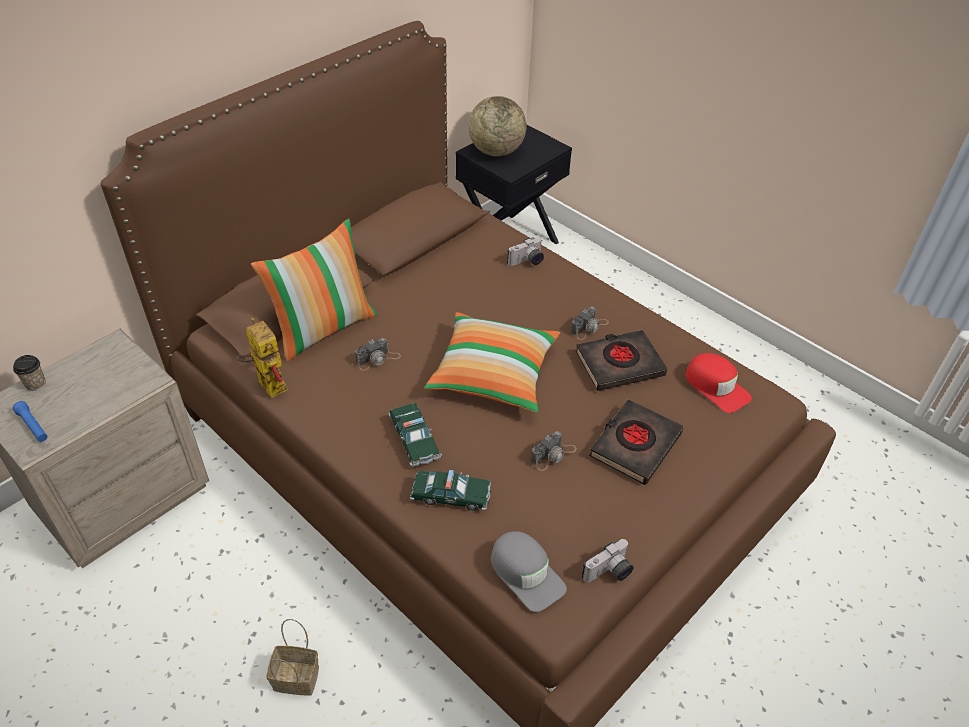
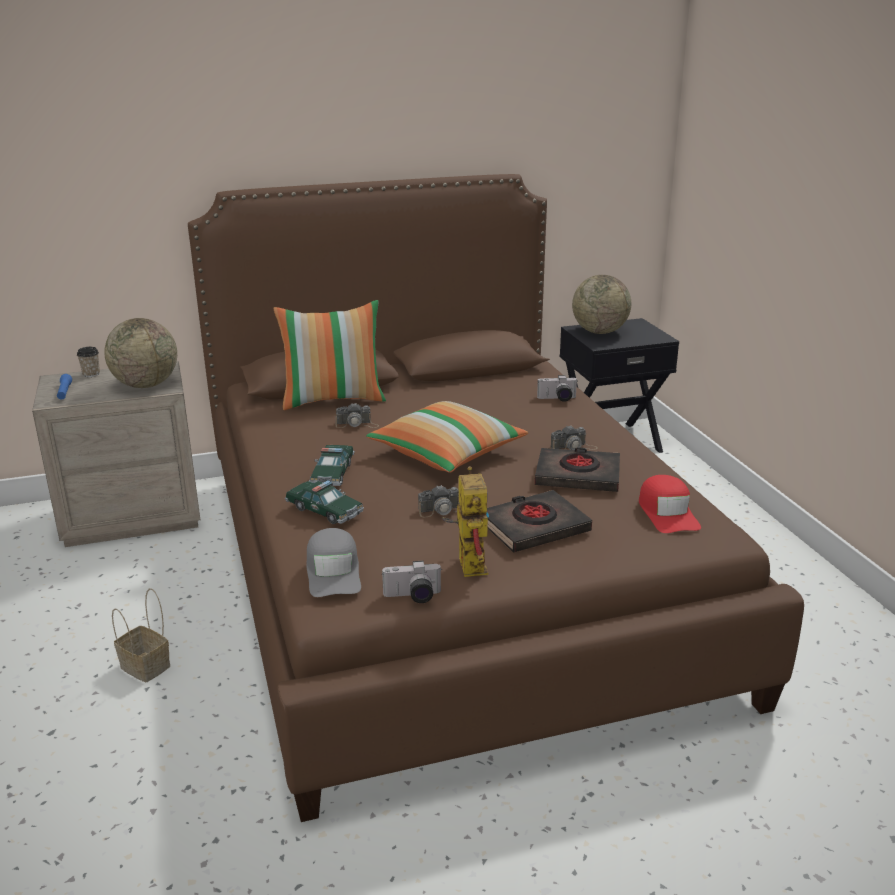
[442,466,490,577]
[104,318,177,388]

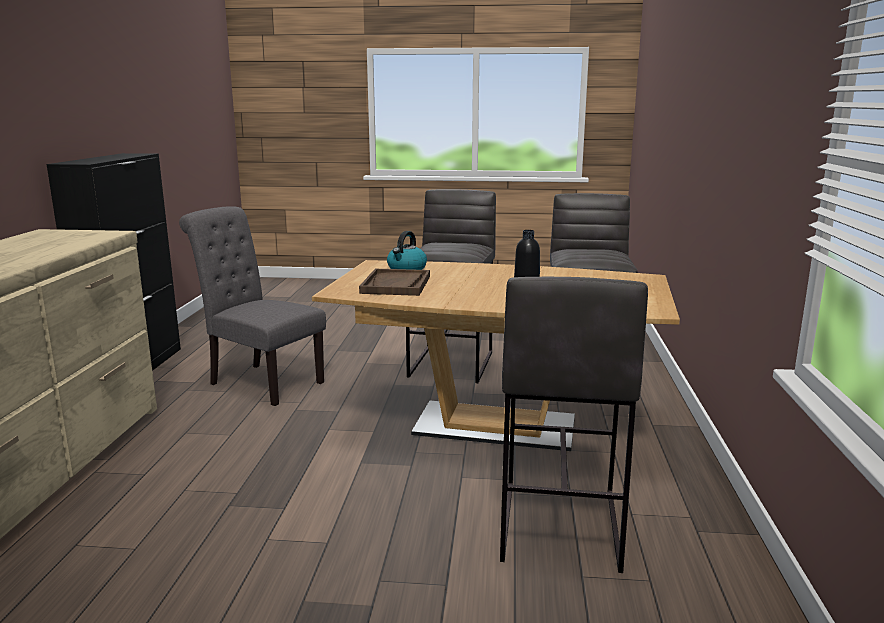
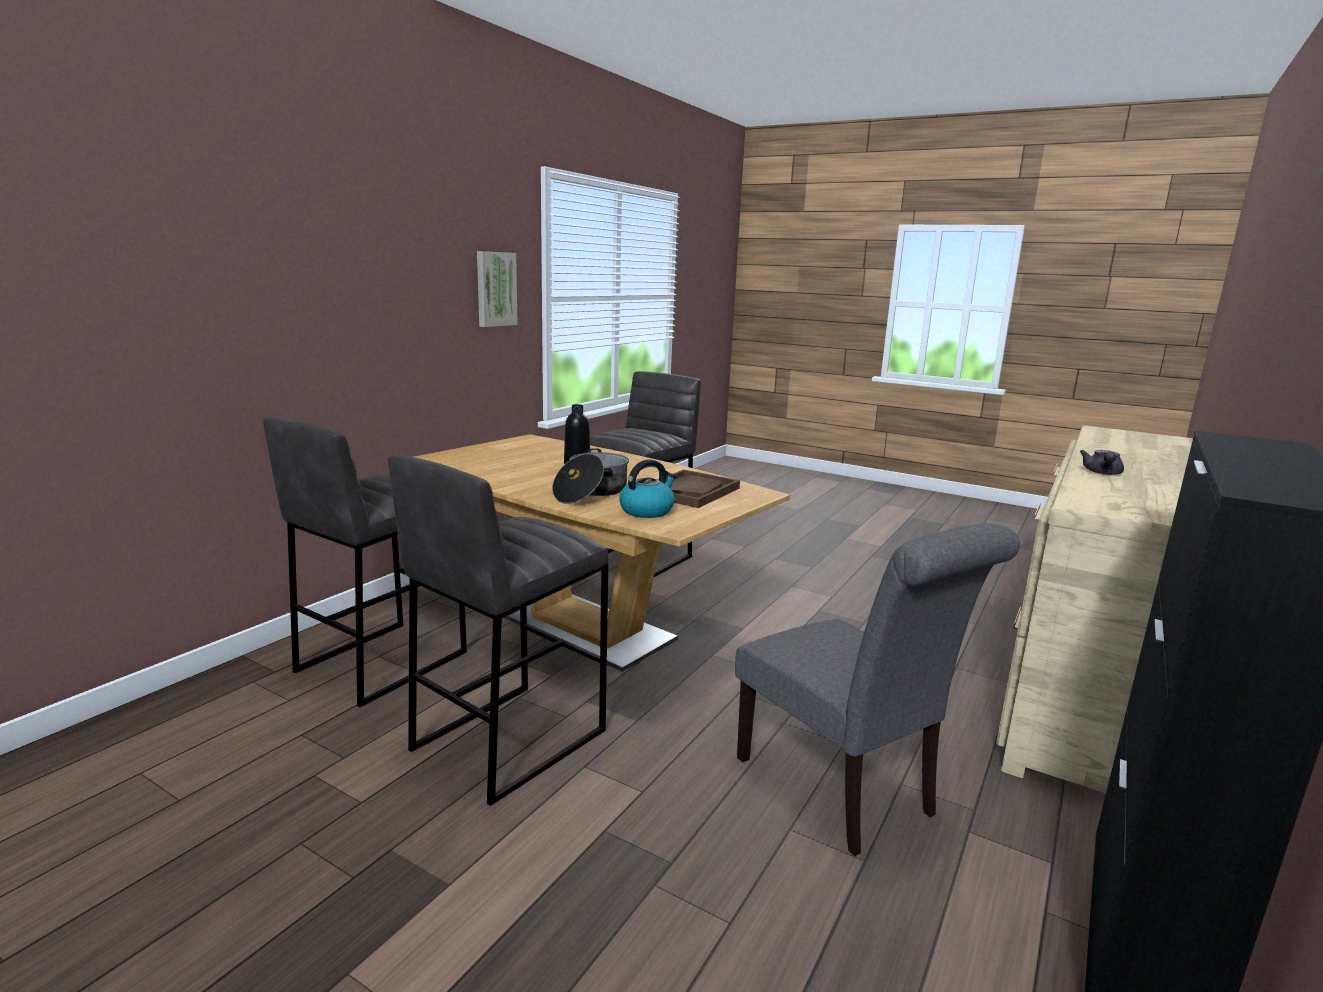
[477,251,517,327]
[552,448,629,504]
[1080,450,1124,475]

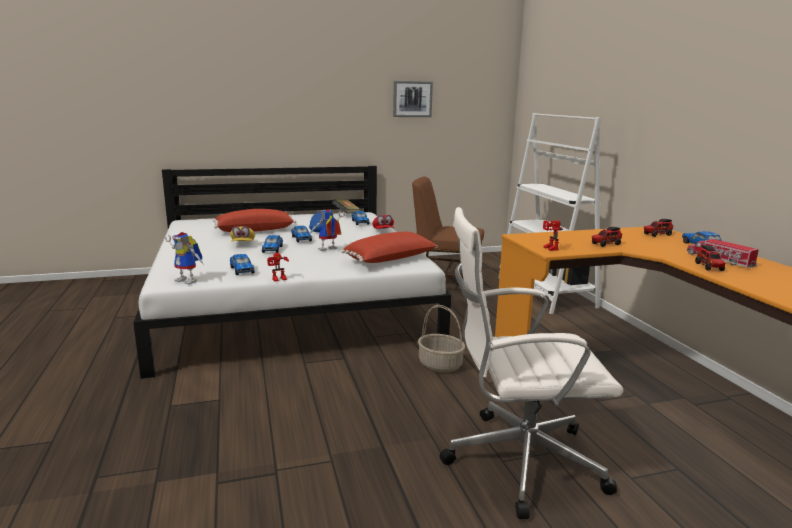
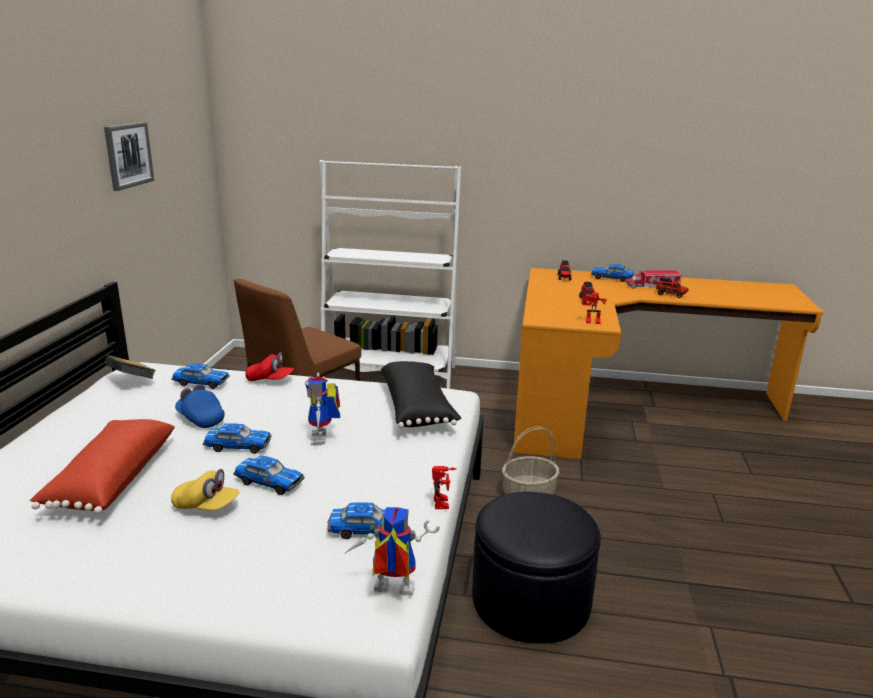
[439,207,624,519] (first image)
[344,507,440,596]
[381,361,461,428]
[472,492,601,643]

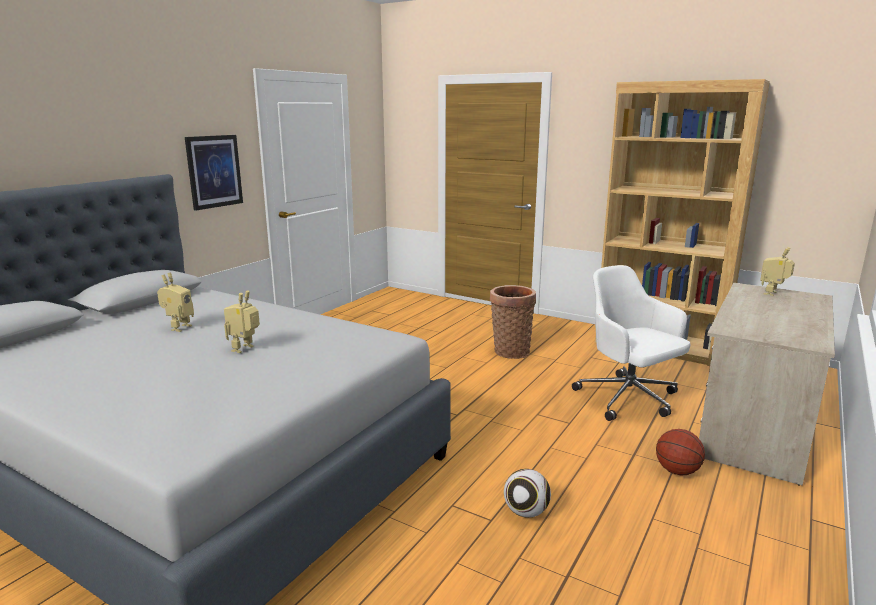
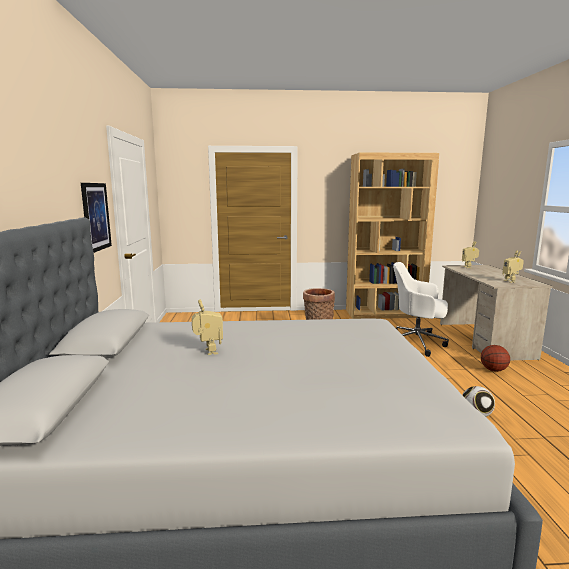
[502,250,524,283]

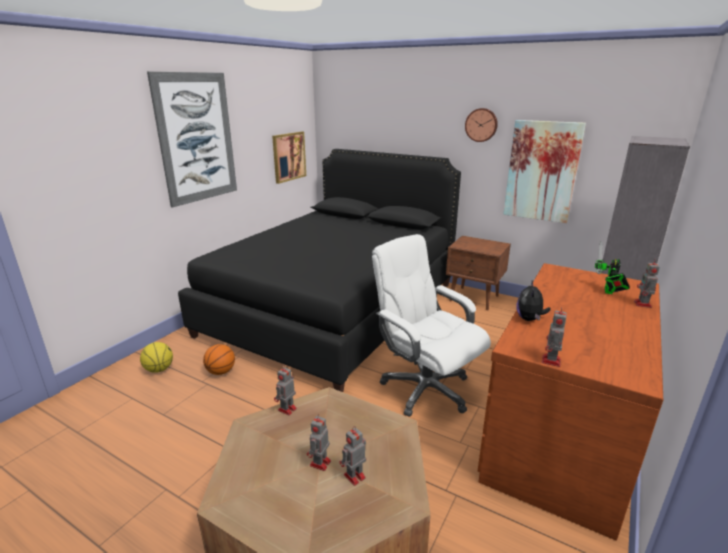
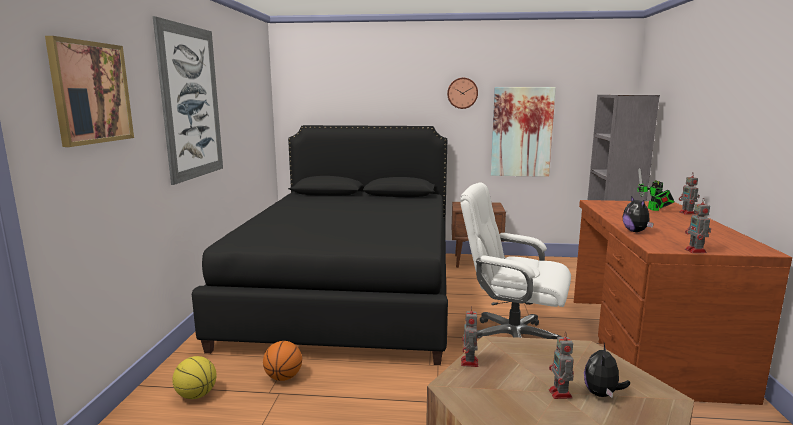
[45,36,134,147]
[584,343,630,398]

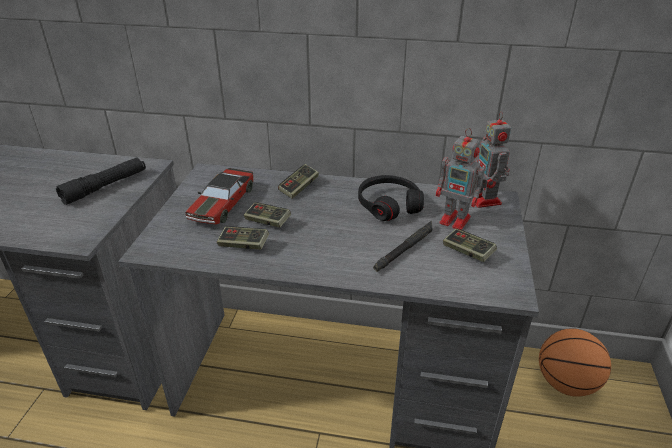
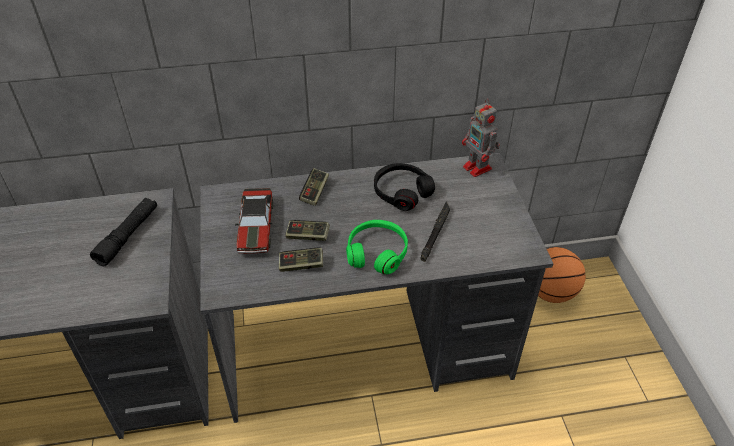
[436,128,488,230] (first image)
[443,229,497,262] (first image)
[346,220,408,274]

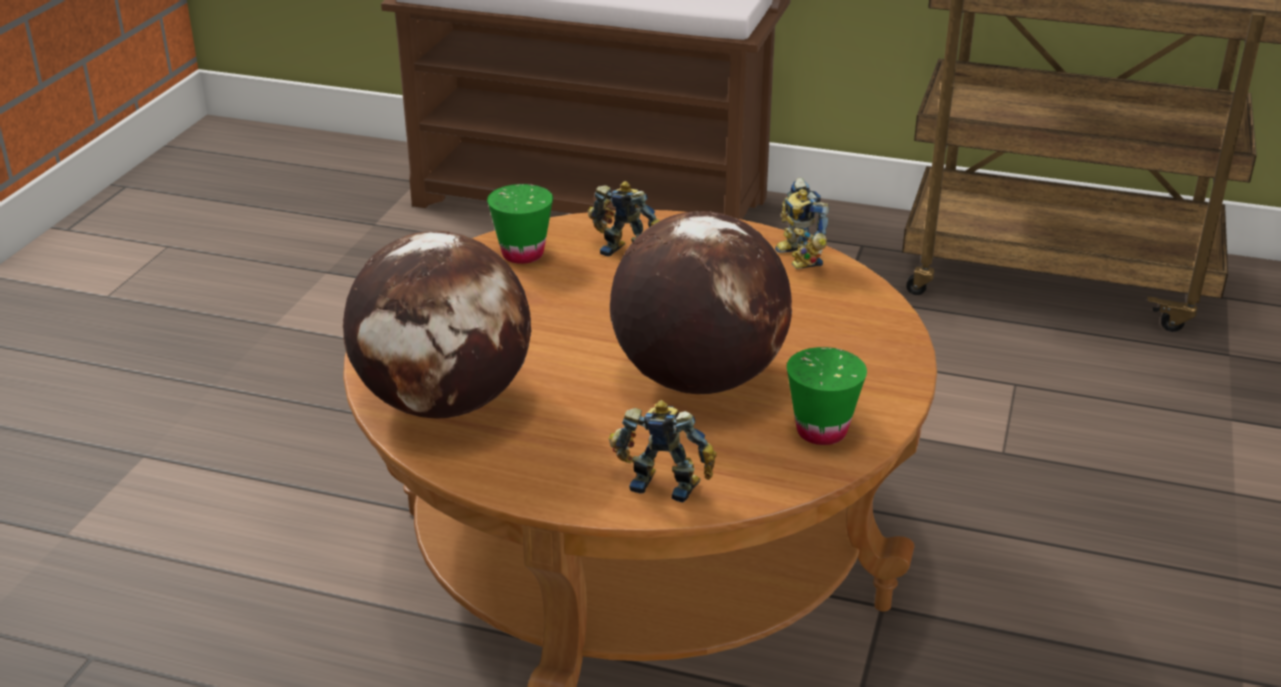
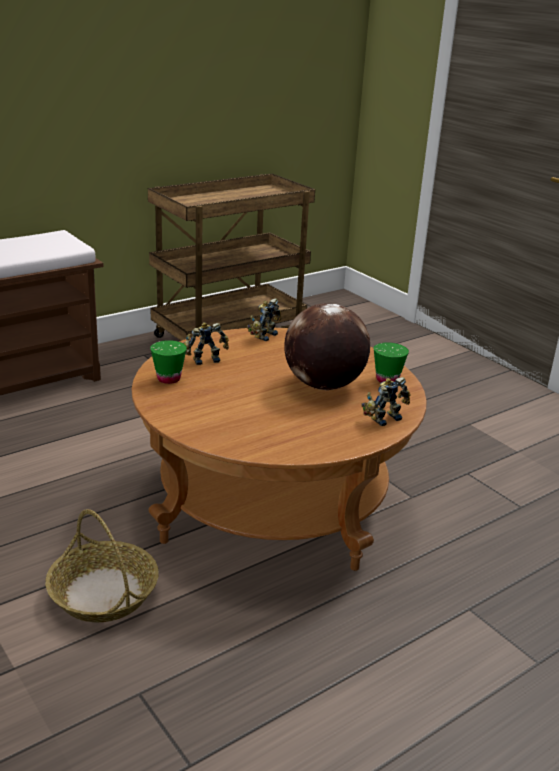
[247,298,281,341]
[343,231,532,418] (first image)
[45,509,159,622]

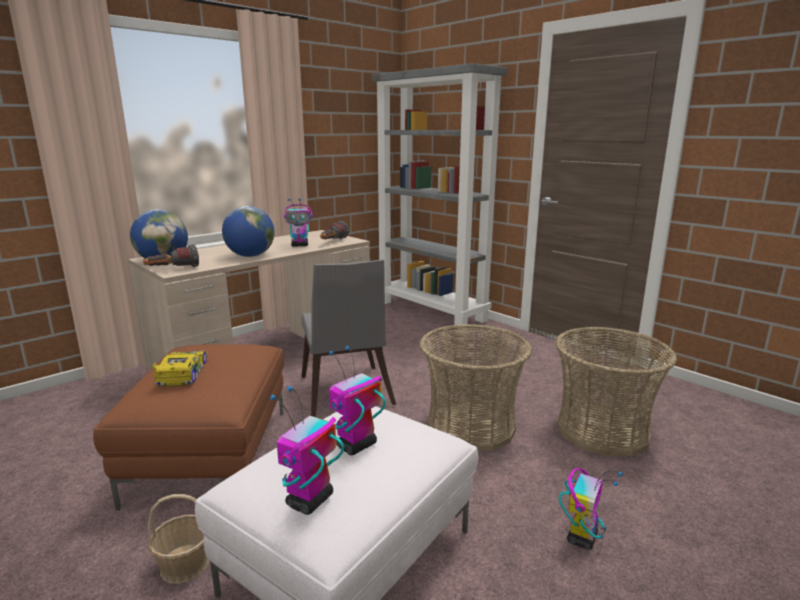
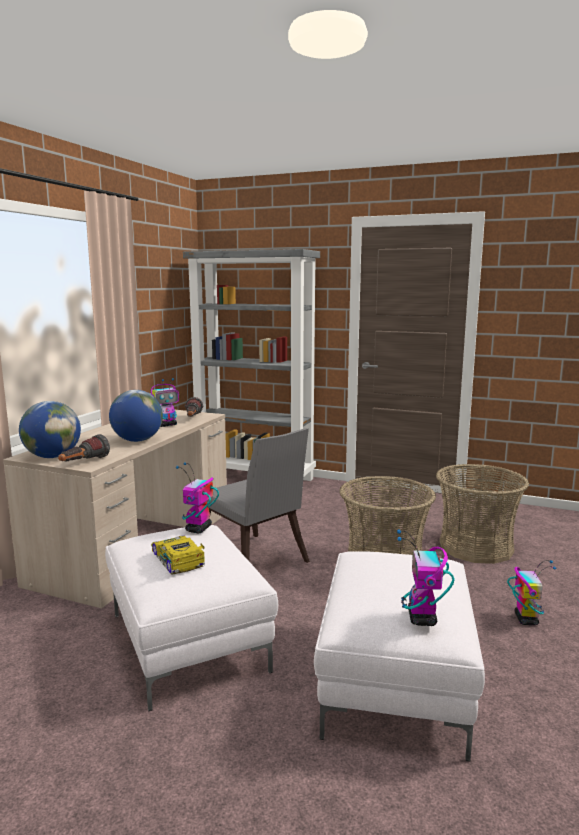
[105,525,278,711]
[176,462,219,534]
[148,494,209,584] (first image)

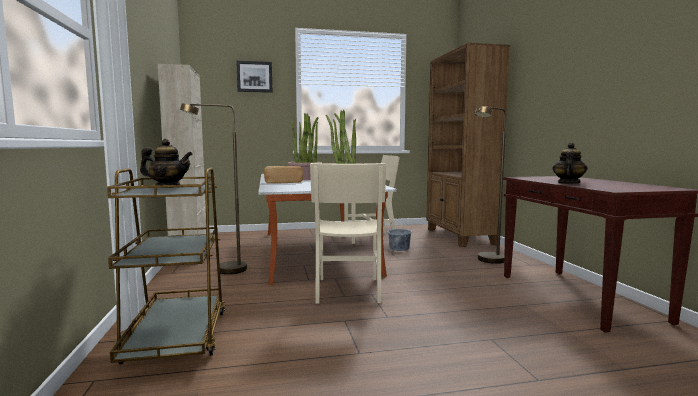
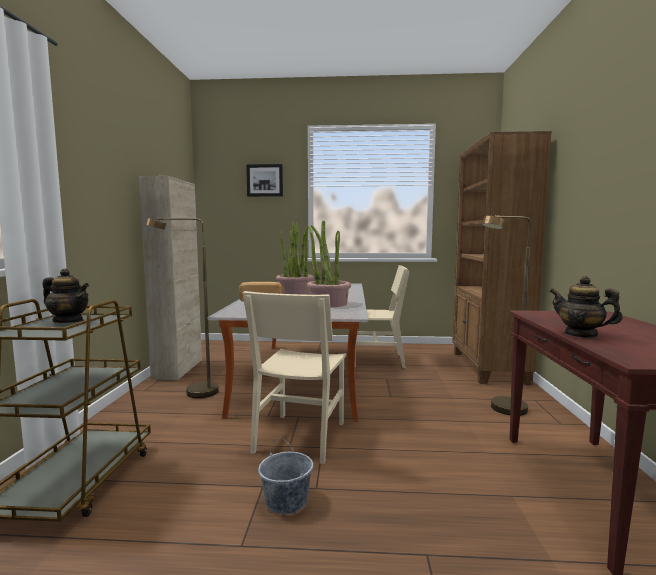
[550,276,623,338]
[258,438,313,514]

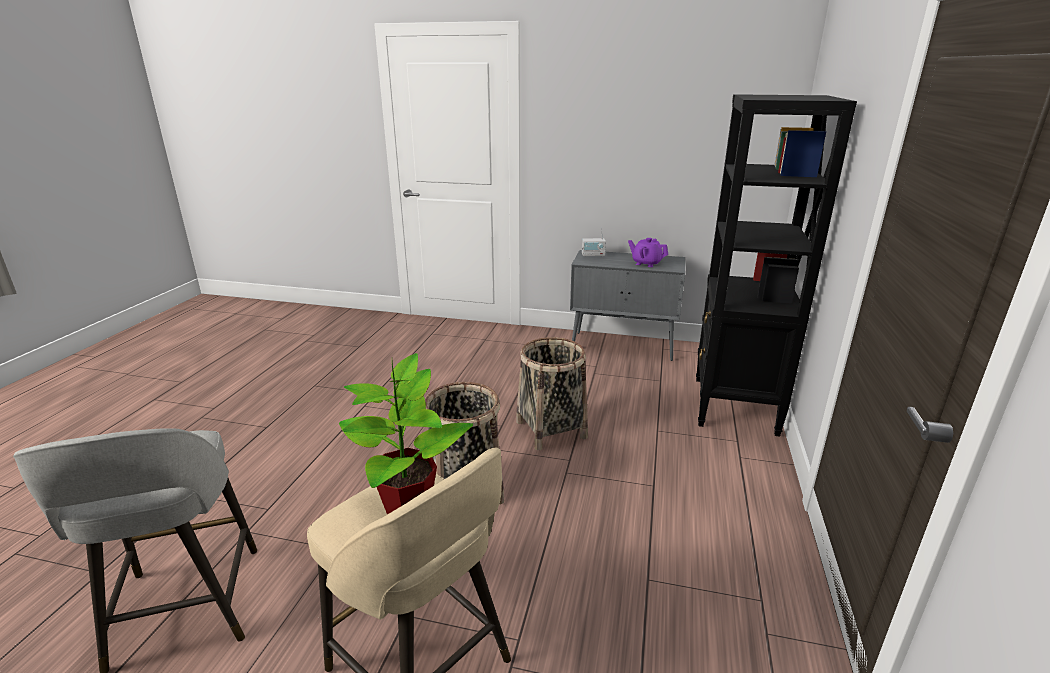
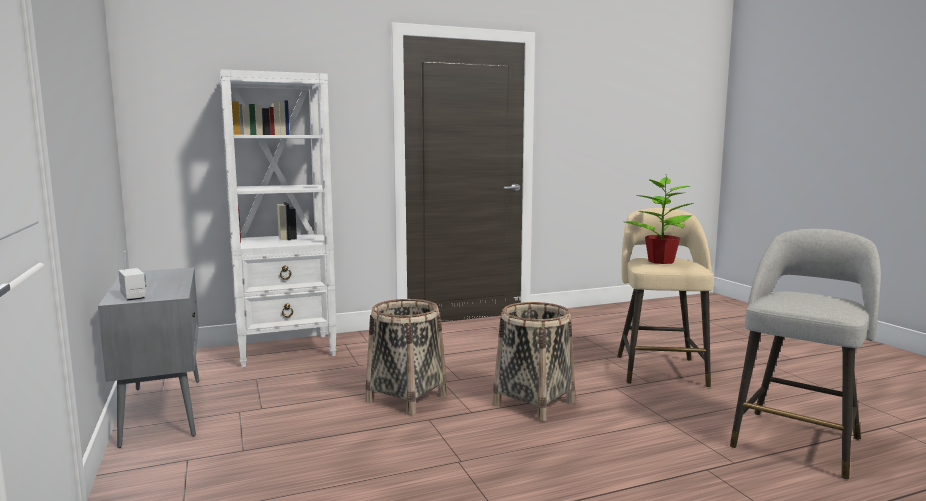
[220,69,337,367]
[628,238,668,267] (first image)

